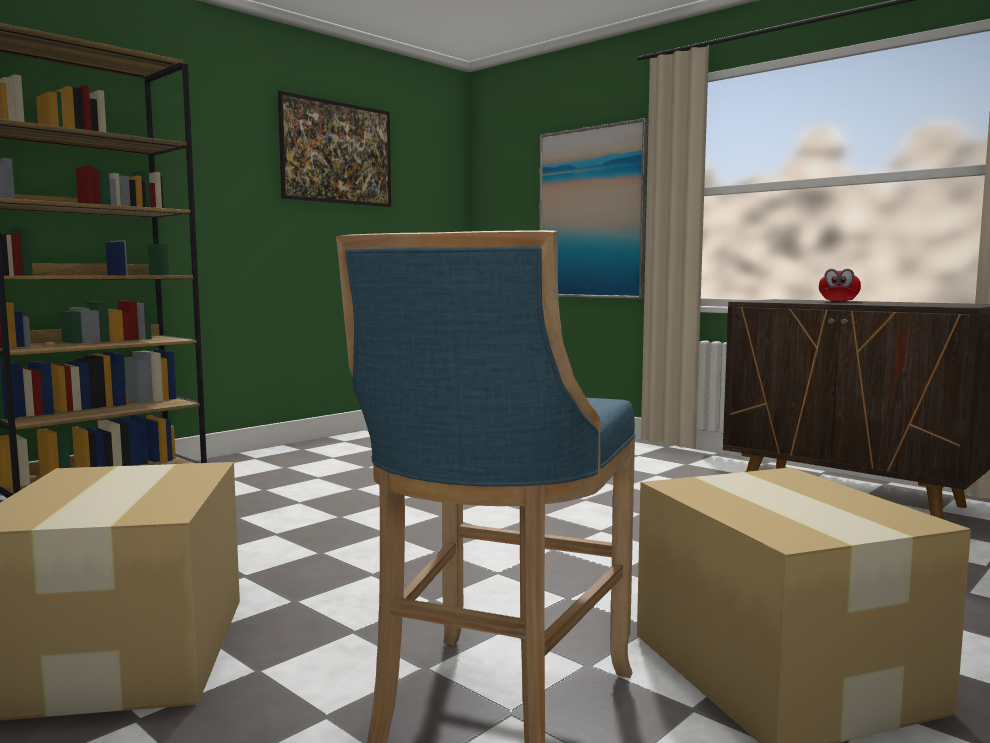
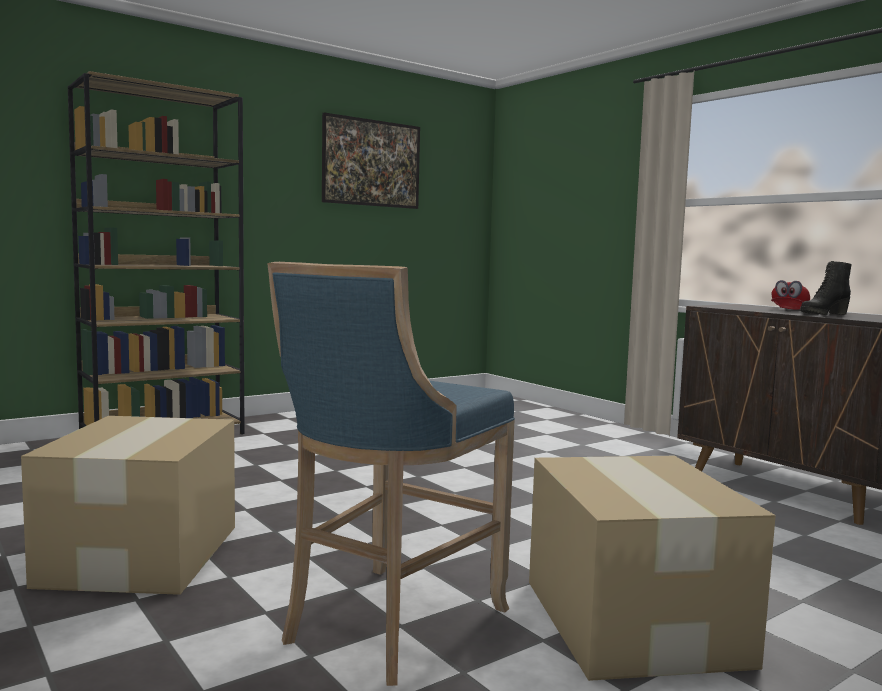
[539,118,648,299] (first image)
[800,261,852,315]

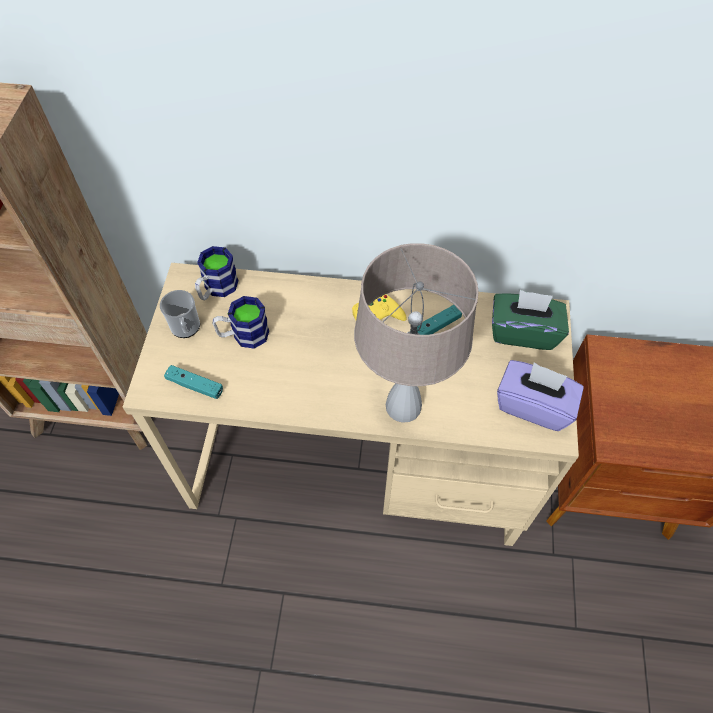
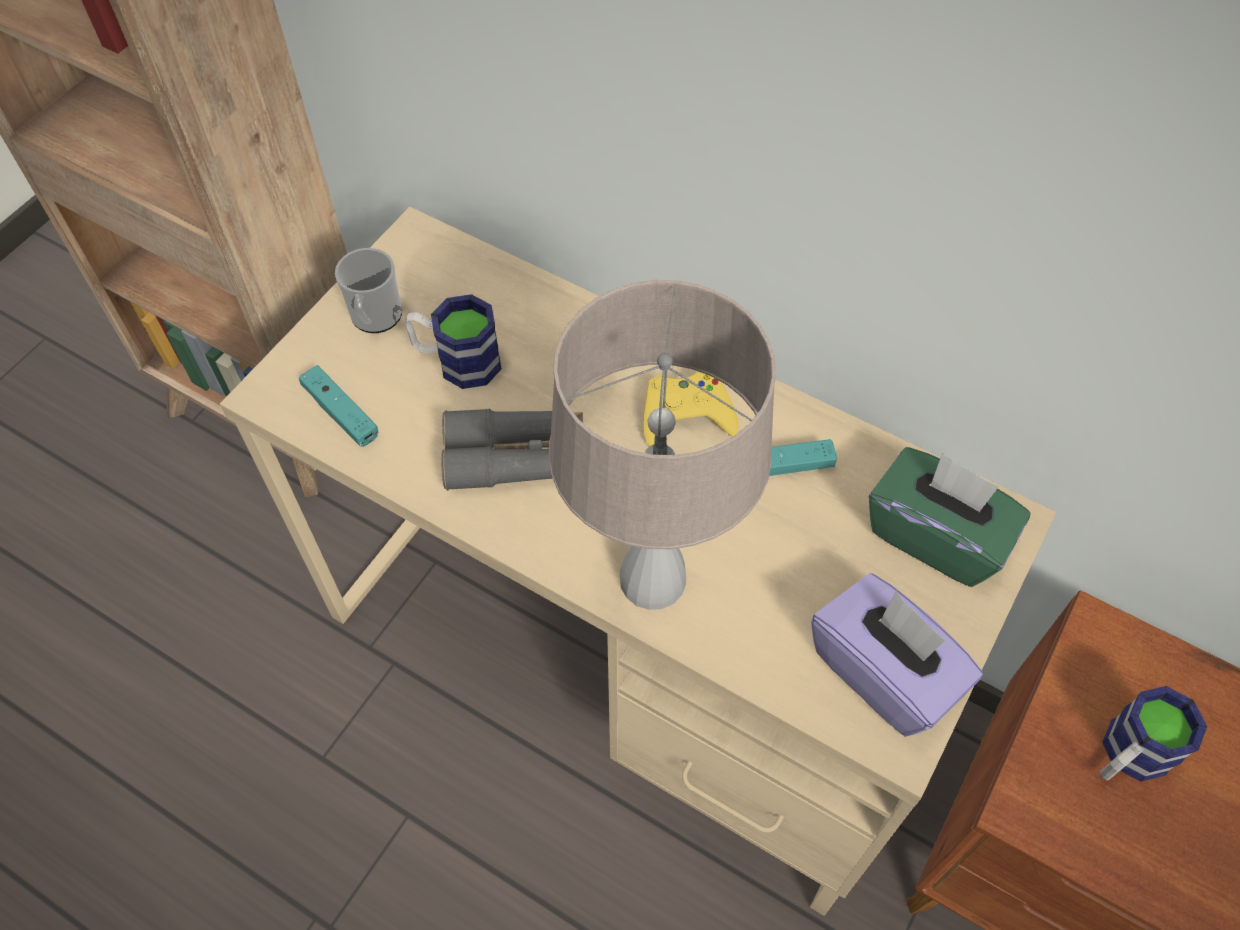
[1100,686,1207,782]
[441,409,583,491]

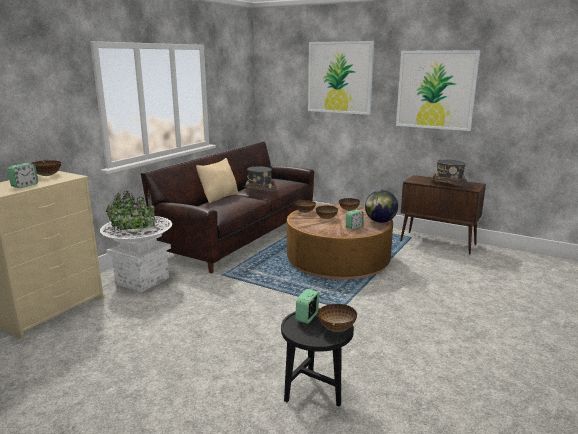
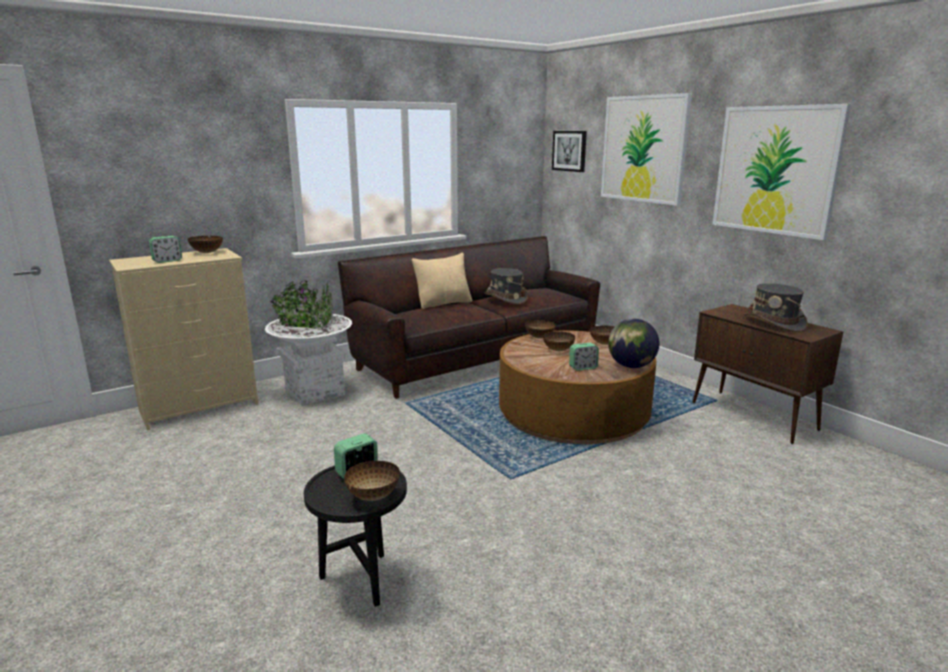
[552,131,587,172]

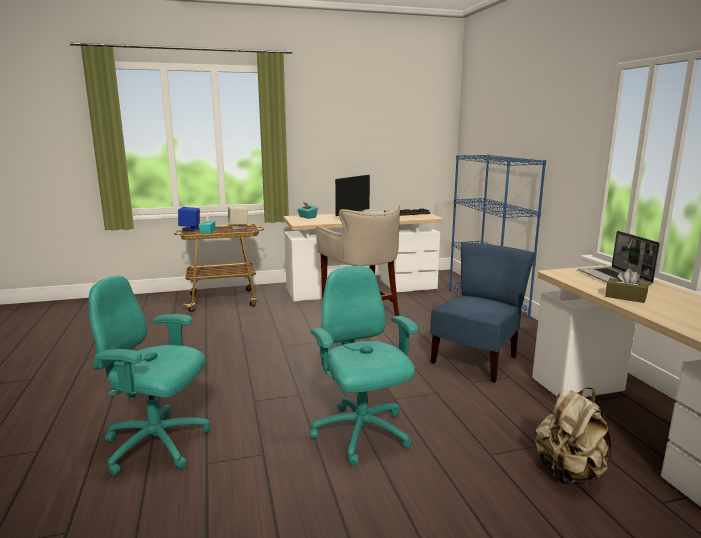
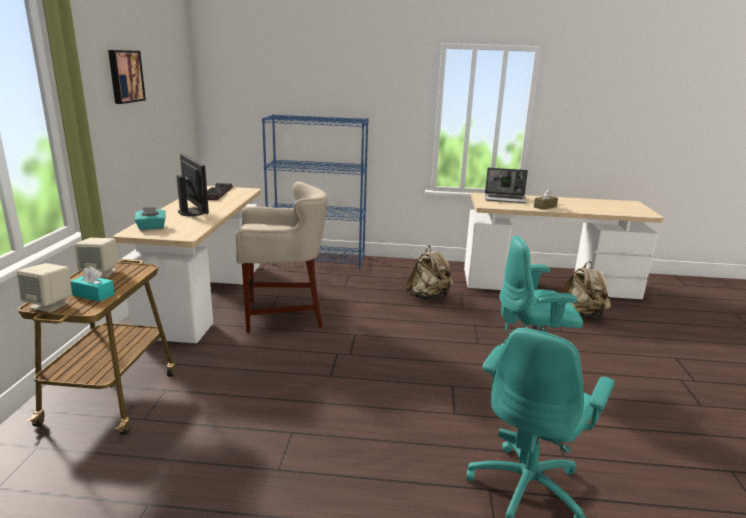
[17,263,72,312]
[406,245,453,299]
[108,50,146,104]

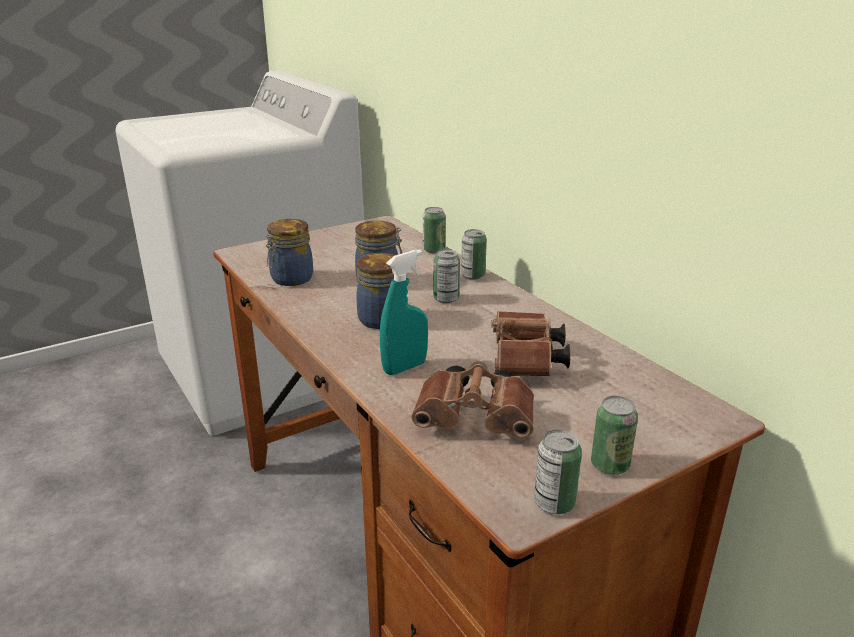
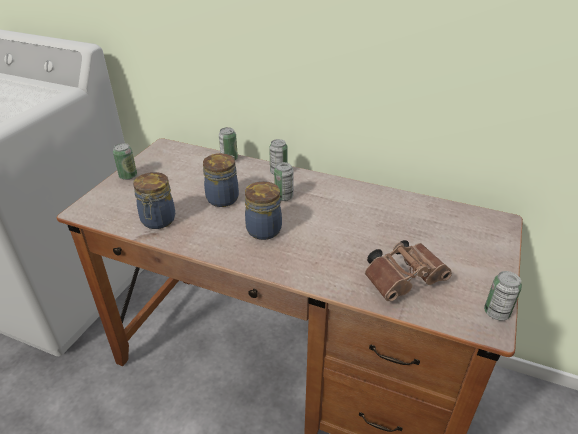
[380,250,428,375] (first image)
[491,311,570,376] (first image)
[113,143,137,180]

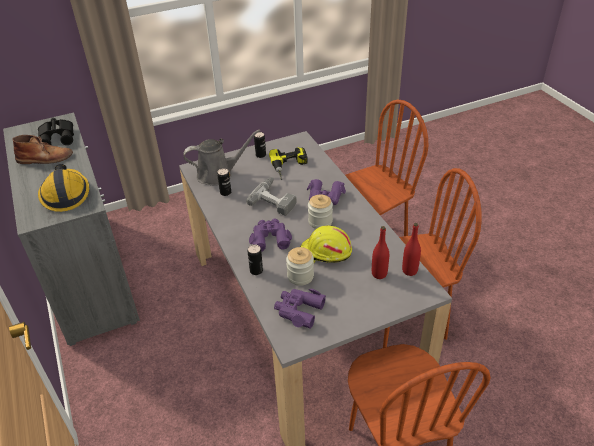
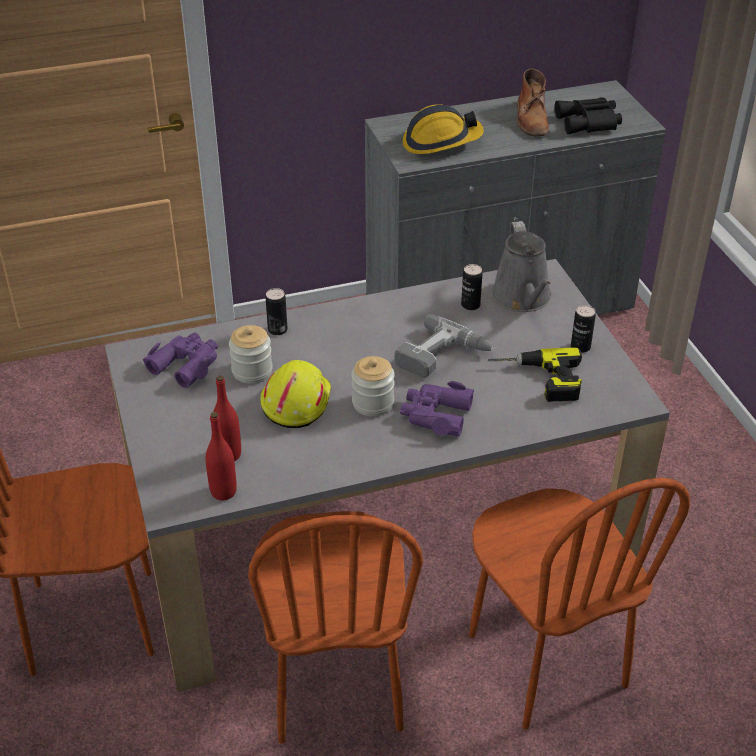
[249,219,292,252] (first image)

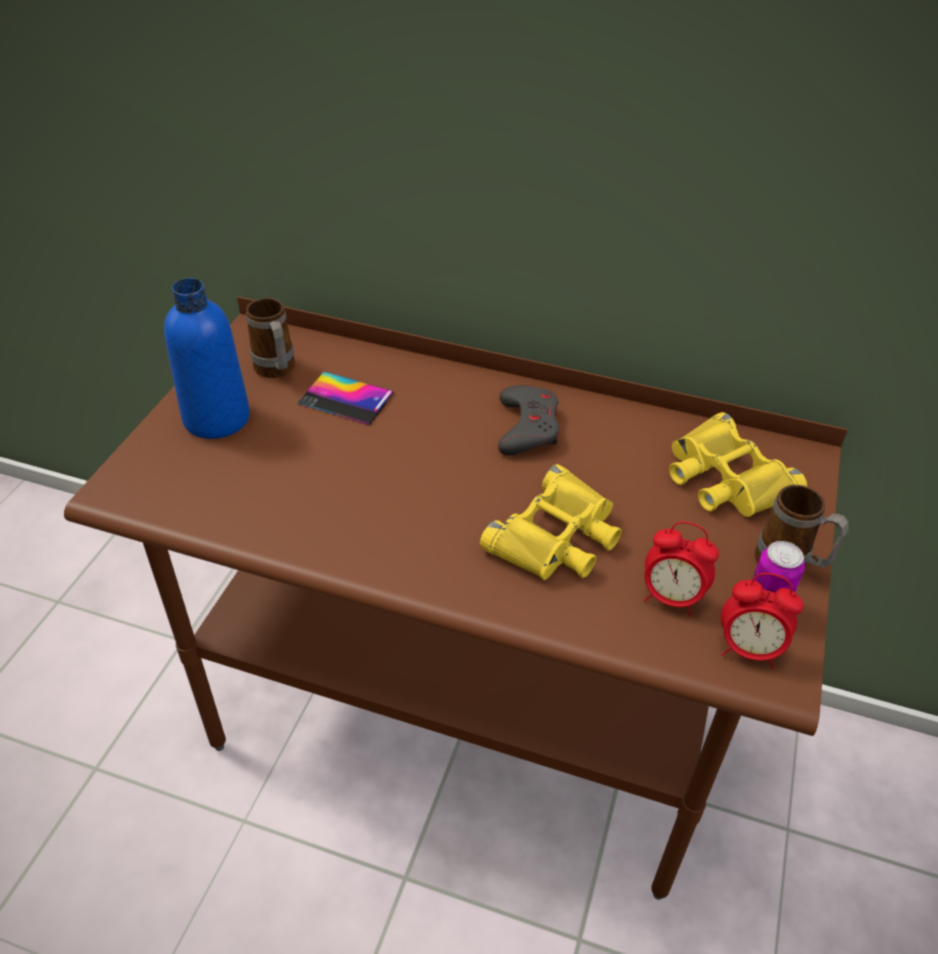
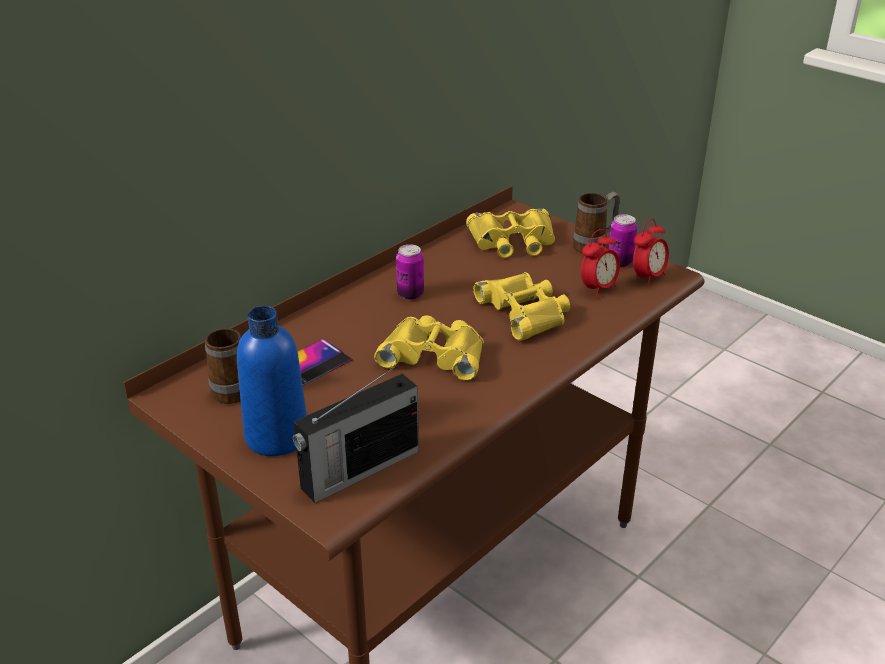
[396,244,424,300]
[374,315,484,381]
[293,366,419,503]

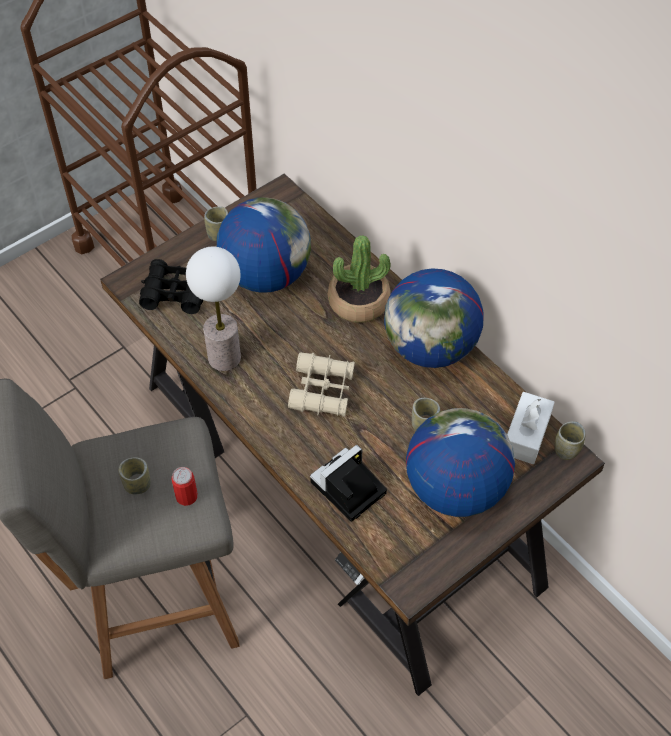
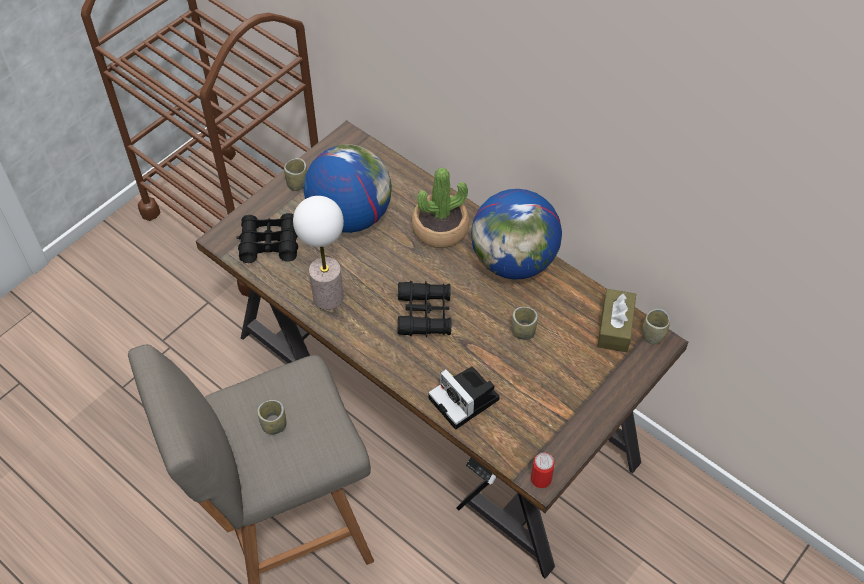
[398,281,452,337]
[597,289,636,352]
[406,408,515,517] (first image)
[428,367,500,429]
[531,453,555,488]

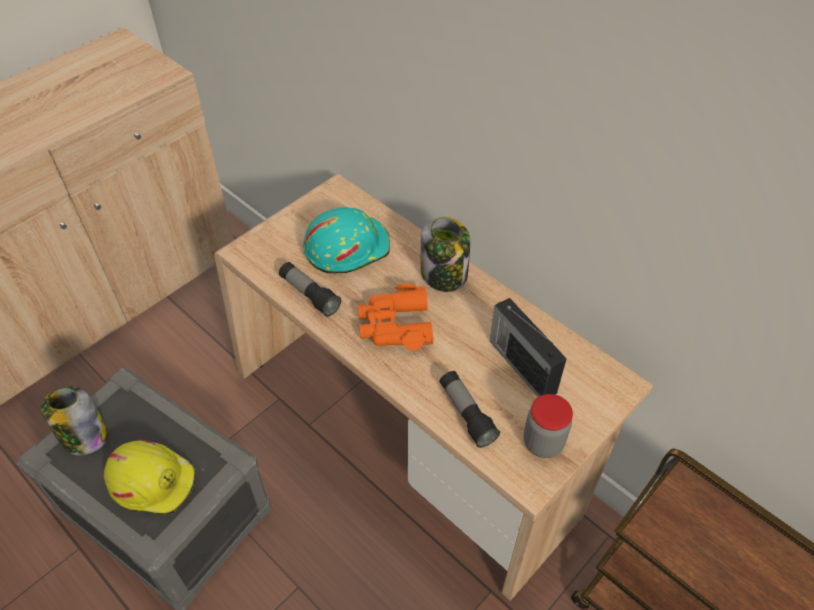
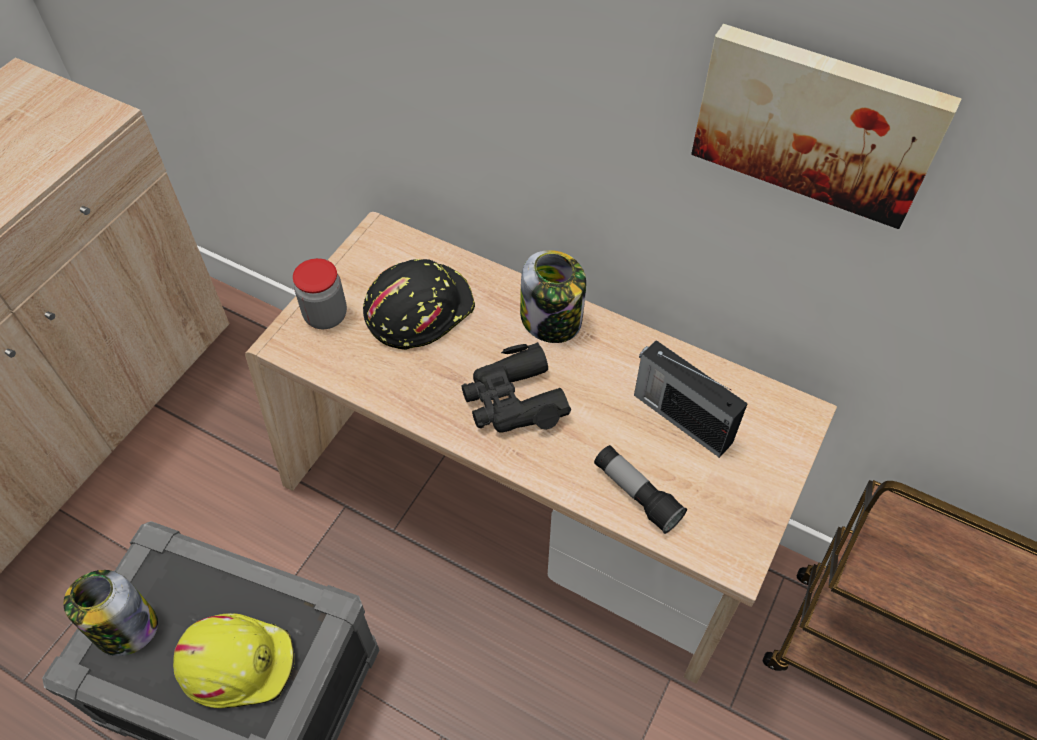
[363,259,475,350]
[279,262,341,317] (first image)
[461,342,571,433]
[293,258,347,329]
[691,24,961,229]

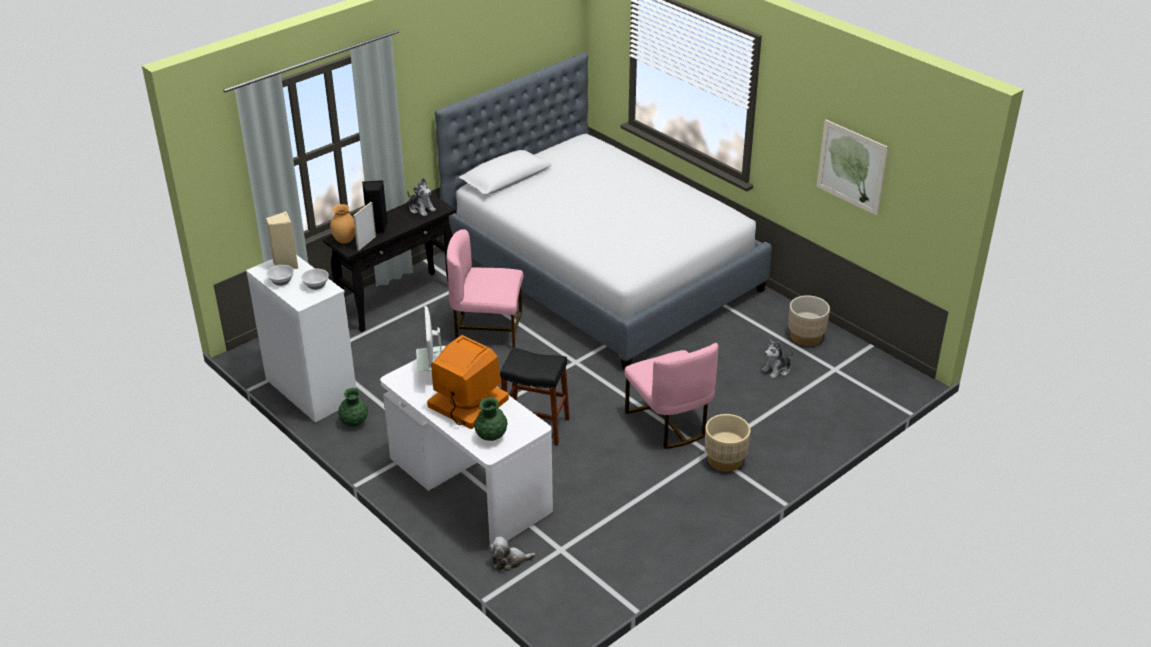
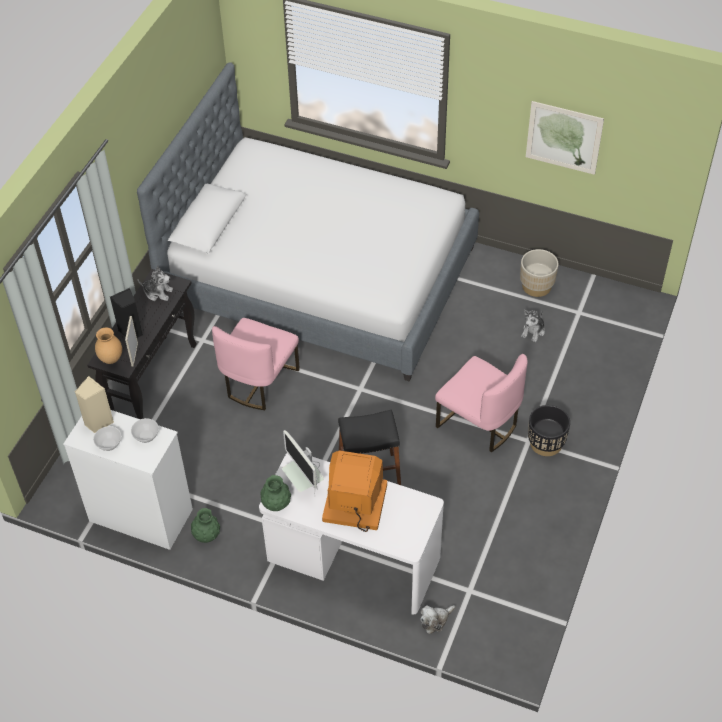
[212,318,300,410]
[260,475,291,511]
[528,405,570,456]

